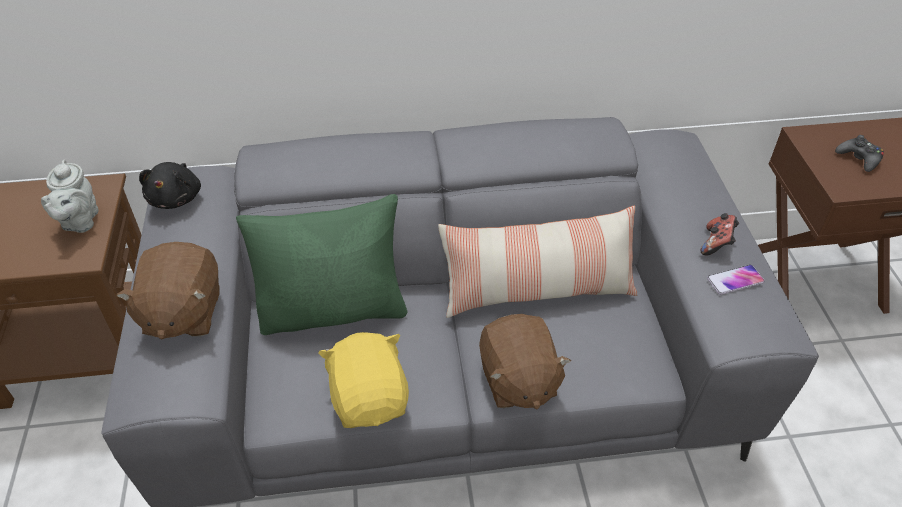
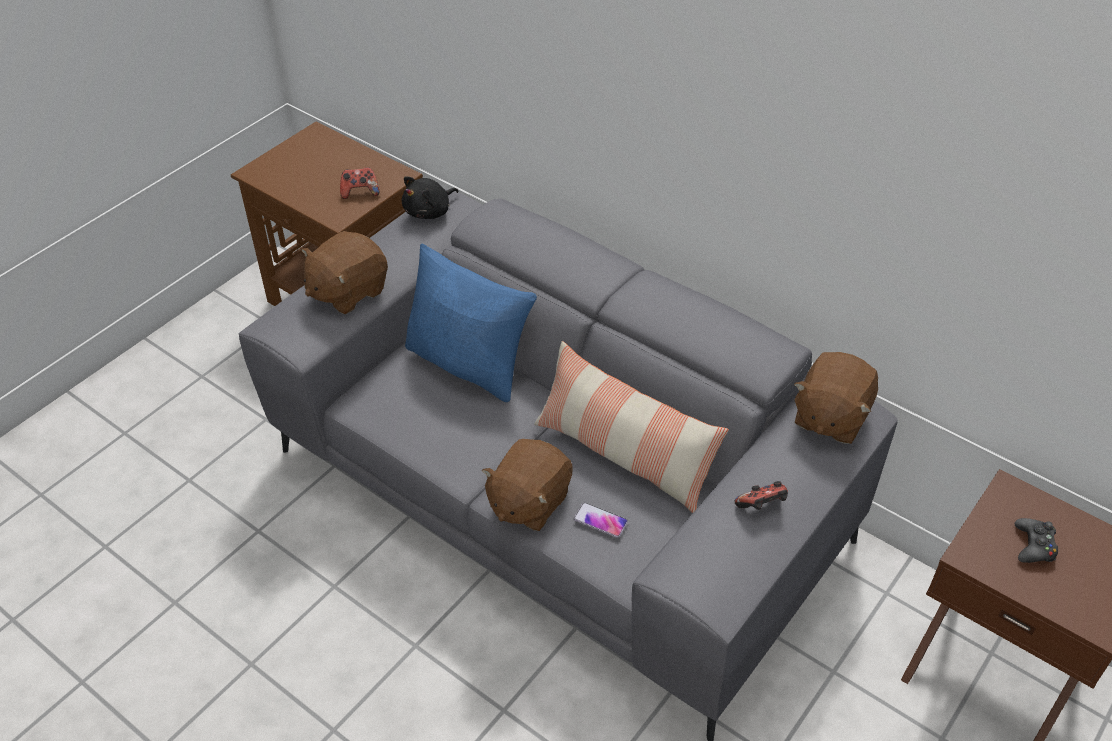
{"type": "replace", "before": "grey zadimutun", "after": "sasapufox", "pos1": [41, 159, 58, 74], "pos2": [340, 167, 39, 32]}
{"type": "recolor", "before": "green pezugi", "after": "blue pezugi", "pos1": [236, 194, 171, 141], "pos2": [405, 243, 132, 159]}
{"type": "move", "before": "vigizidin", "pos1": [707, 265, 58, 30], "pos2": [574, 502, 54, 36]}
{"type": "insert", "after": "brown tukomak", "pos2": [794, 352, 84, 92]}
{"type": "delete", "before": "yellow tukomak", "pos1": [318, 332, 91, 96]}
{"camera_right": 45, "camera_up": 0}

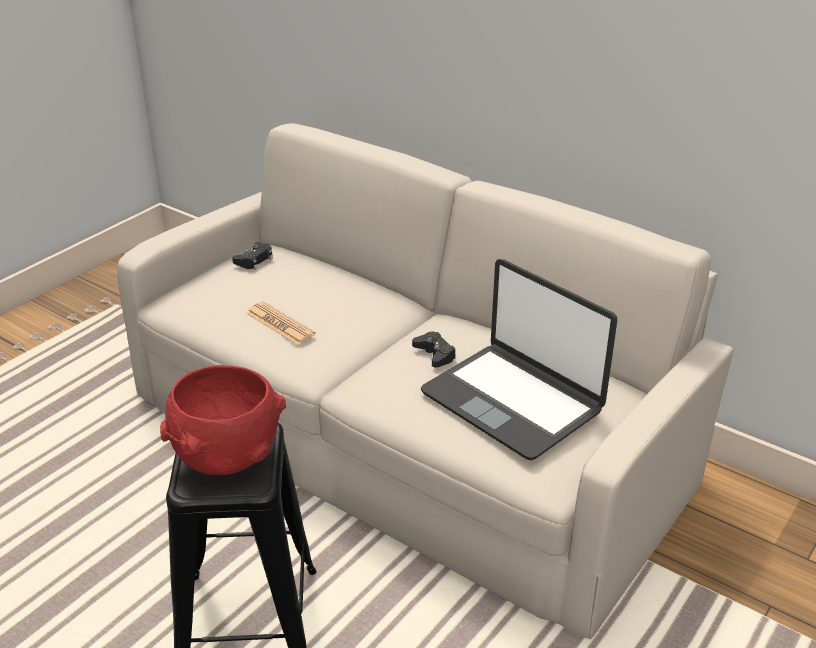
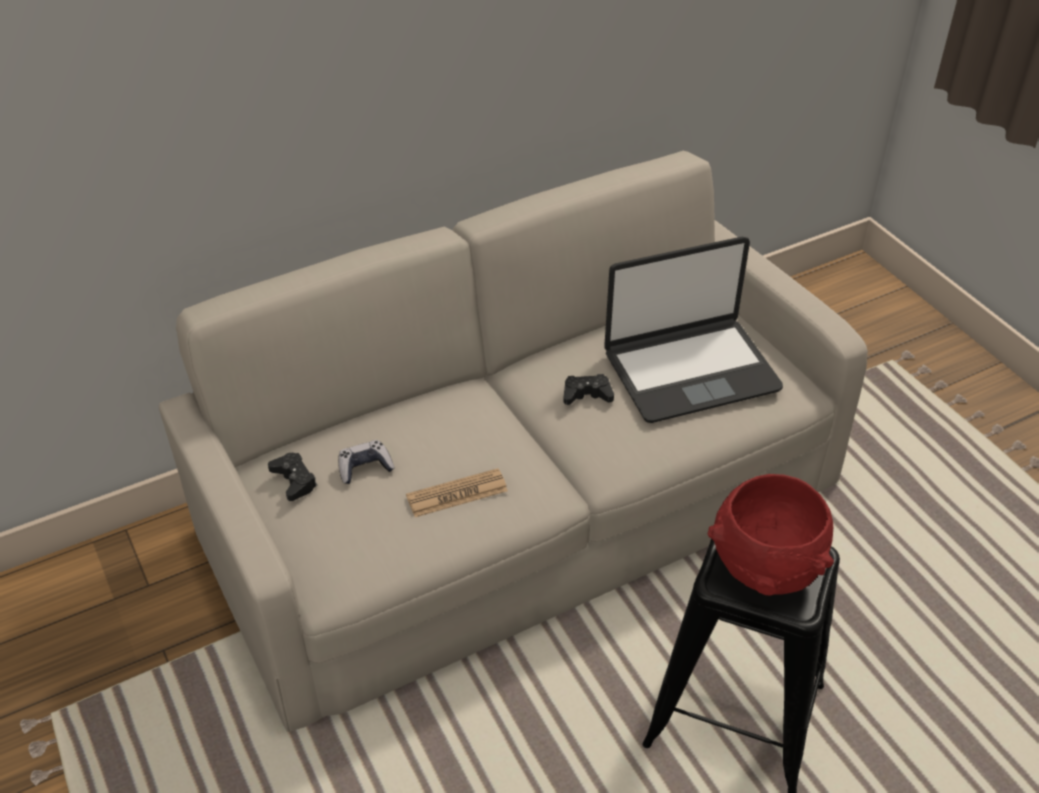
{"type": "insert", "after": "sasapufox", "pos2": [338, 440, 56, 44]}
{"camera_right": -65, "camera_up": 10}

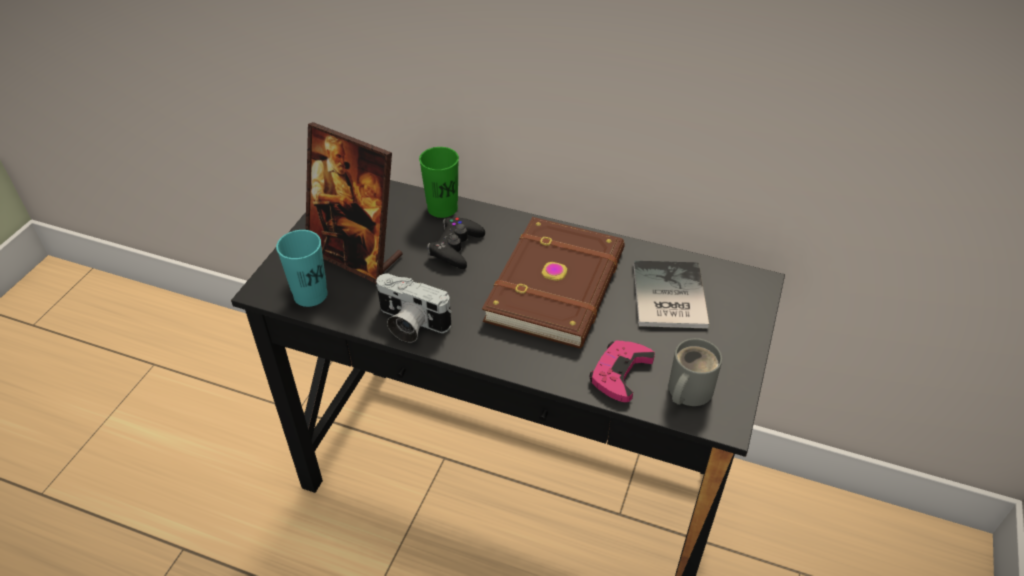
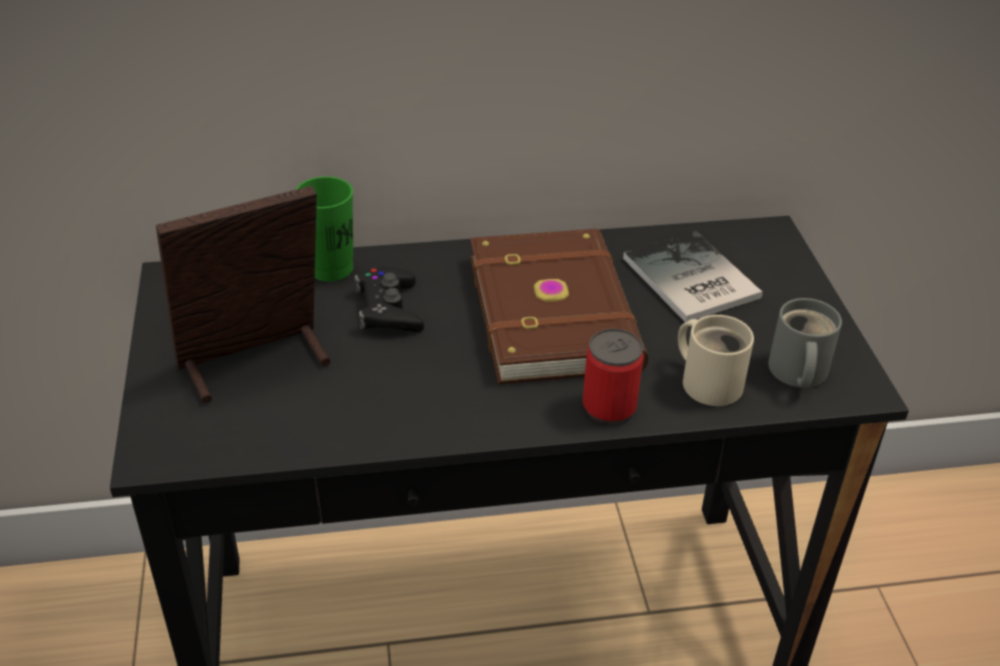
{"type": "rotate", "before": "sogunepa", "pos1": [305, 122, 98, 162], "pos2": [156, 186, 174, 217], "turn": 150}
{"type": "insert", "after": "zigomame", "pos2": [583, 329, 61, 95]}
{"type": "replace", "before": "pink sasapufox", "after": "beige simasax", "pos1": [590, 341, 65, 62], "pos2": [678, 315, 76, 91]}
{"type": "delete", "before": "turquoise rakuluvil", "pos1": [276, 230, 52, 77]}
{"type": "delete", "before": "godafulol", "pos1": [376, 274, 76, 68]}
{"camera_right": -30, "camera_up": -5}

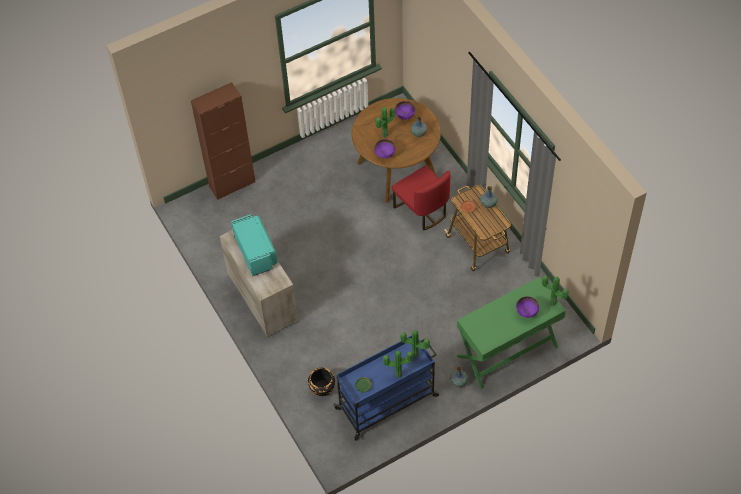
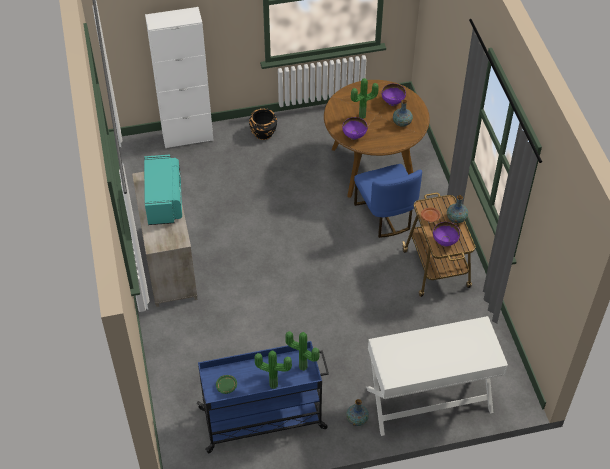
{"type": "recolor", "before": "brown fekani", "after": "white fekani", "pos1": [191, 82, 64, 118], "pos2": [145, 7, 69, 142]}
{"type": "move", "before": "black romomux", "pos1": [308, 367, 27, 30], "pos2": [249, 108, 28, 32]}
{"type": "recolor", "before": "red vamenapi", "after": "blue vamenapi", "pos1": [392, 166, 58, 65], "pos2": [354, 164, 68, 74]}
{"type": "recolor", "before": "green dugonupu", "after": "white dugonupu", "pos1": [457, 277, 109, 112], "pos2": [366, 316, 142, 120]}
{"type": "move", "before": "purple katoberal", "pos1": [516, 296, 23, 22], "pos2": [433, 222, 27, 25]}
{"type": "delete", "before": "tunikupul", "pos1": [542, 276, 26, 30]}
{"camera_right": 15, "camera_up": -5}

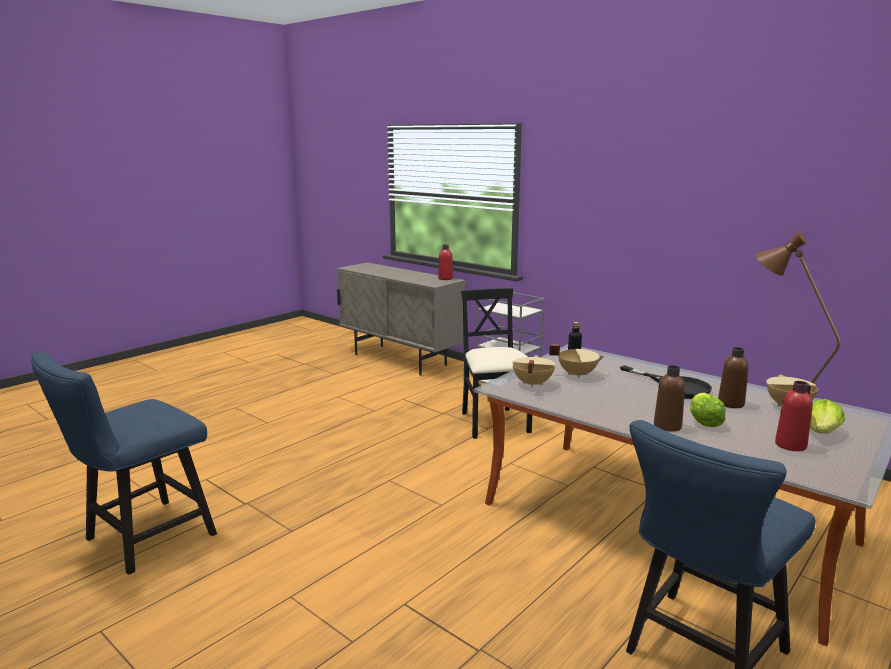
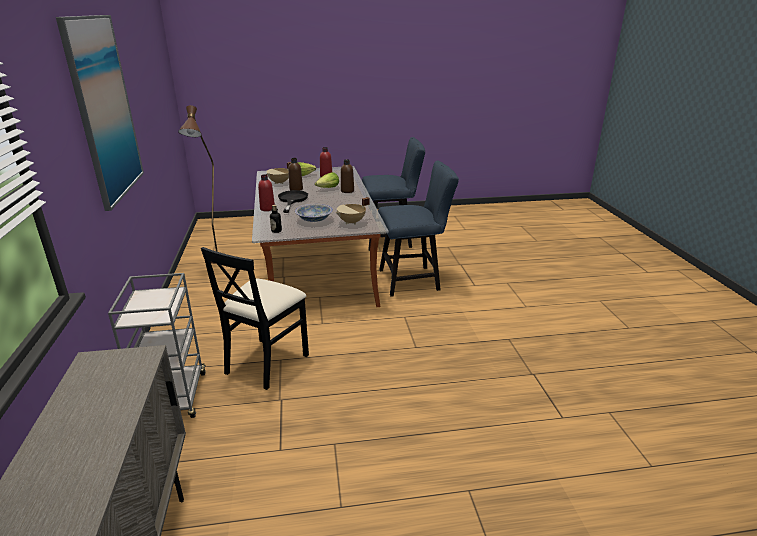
{"type": "insert", "after": "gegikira", "pos2": [56, 15, 88, 196]}
{"type": "move", "before": "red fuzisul", "pos1": [438, 245, 15, 35], "pos2": [258, 174, 17, 37]}
{"type": "replace", "before": "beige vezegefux", "after": "katoberal", "pos1": [549, 345, 56, 33], "pos2": [295, 204, 38, 18]}
{"type": "move", "before": "blue vamenapi", "pos1": [30, 352, 187, 223], "pos2": [378, 161, 81, 136]}
{"camera_right": -140, "camera_up": 10}

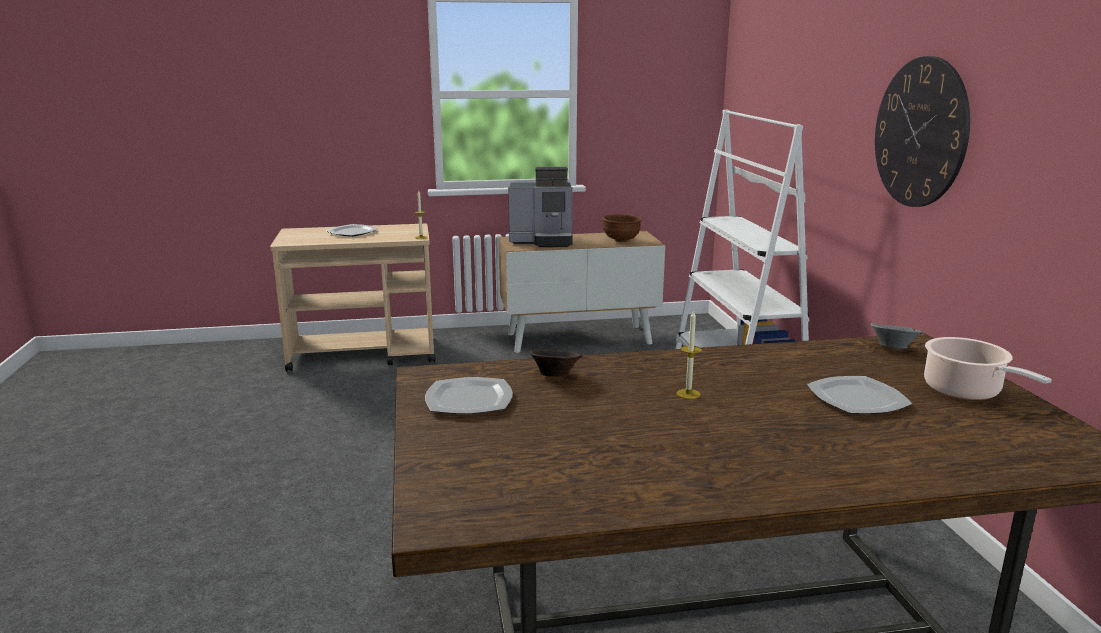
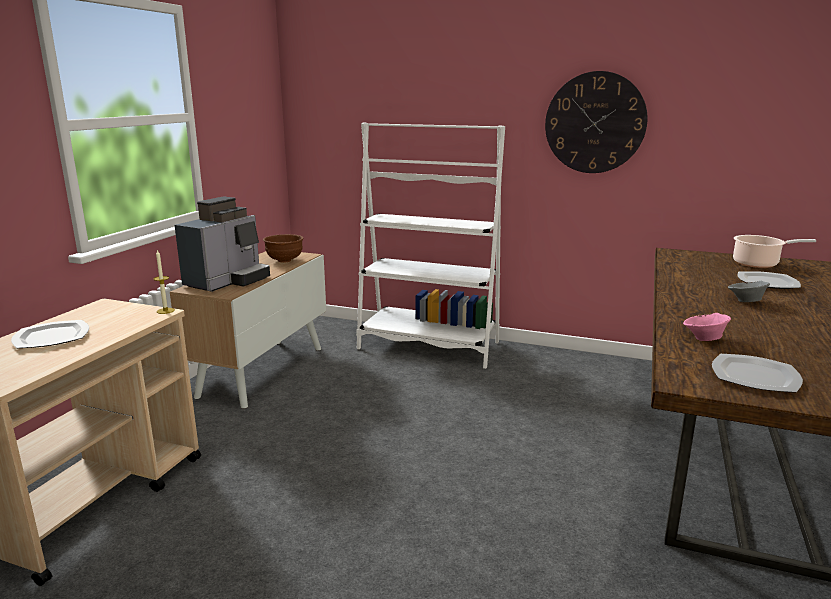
{"type": "recolor", "before": "brown katoberal", "after": "pink katoberal", "pos1": [530, 350, 52, 27], "pos2": [683, 313, 48, 28]}
{"type": "move", "before": "grey katoberal", "pos1": [871, 323, 52, 26], "pos2": [728, 281, 42, 21]}
{"type": "delete", "before": "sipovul", "pos1": [677, 310, 25, 89]}
{"camera_right": -60, "camera_up": 0}

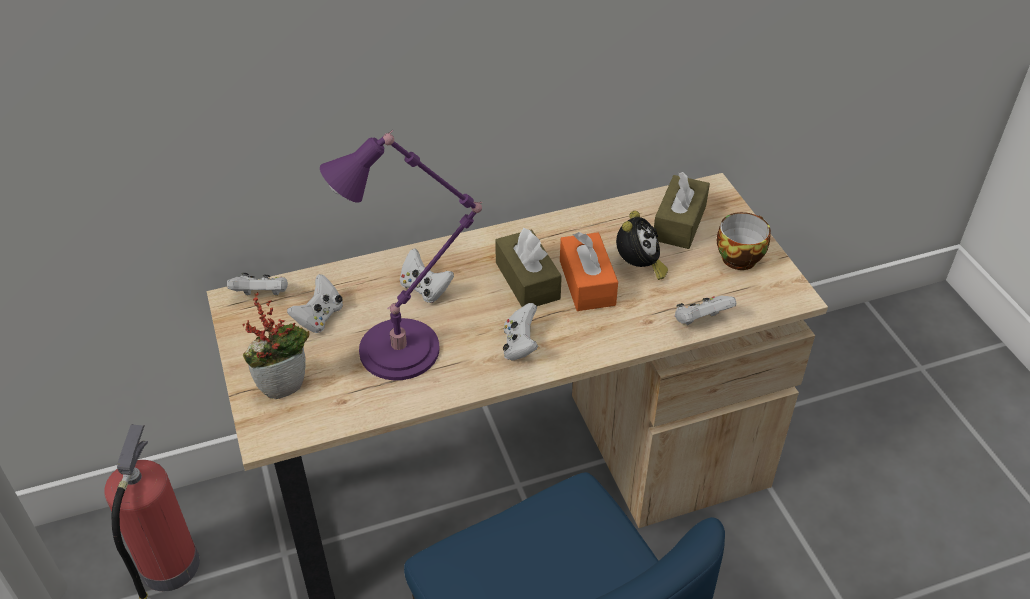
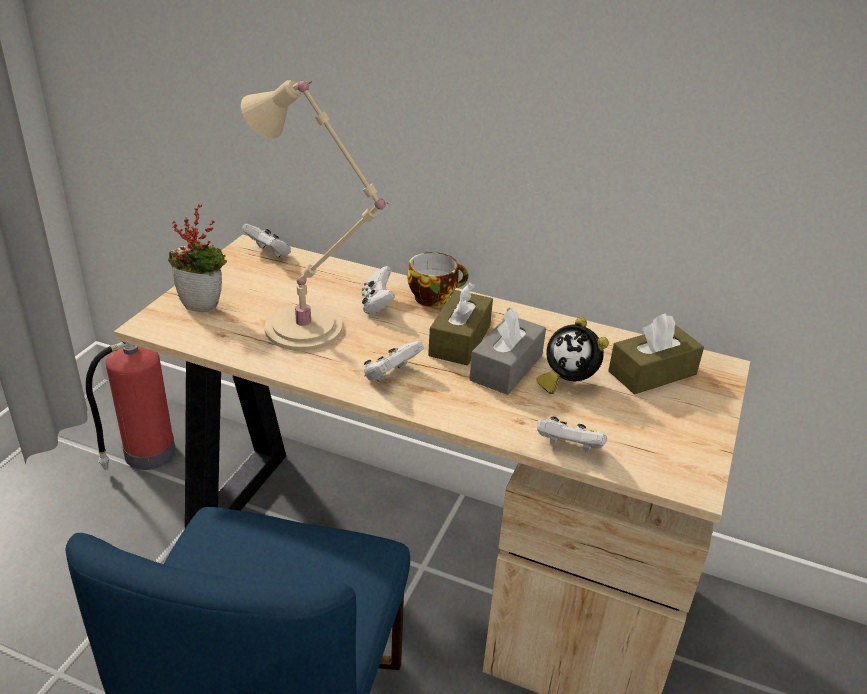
{"type": "recolor", "before": "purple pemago", "after": "beige pemago", "pos1": [320, 130, 162, 250], "pos2": [241, 80, 149, 271]}
{"type": "move", "before": "rakuluvil", "pos1": [717, 212, 54, 58], "pos2": [408, 252, 60, 55]}
{"type": "recolor", "before": "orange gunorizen", "after": "grey gunorizen", "pos1": [560, 232, 58, 79], "pos2": [469, 308, 77, 87]}
{"type": "rotate", "before": "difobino", "pos1": [616, 211, 52, 69], "pos2": [536, 317, 73, 77], "turn": 75}
{"type": "delete", "before": "white sasapufox", "pos1": [287, 274, 56, 59]}
{"camera_right": 40, "camera_up": -10}

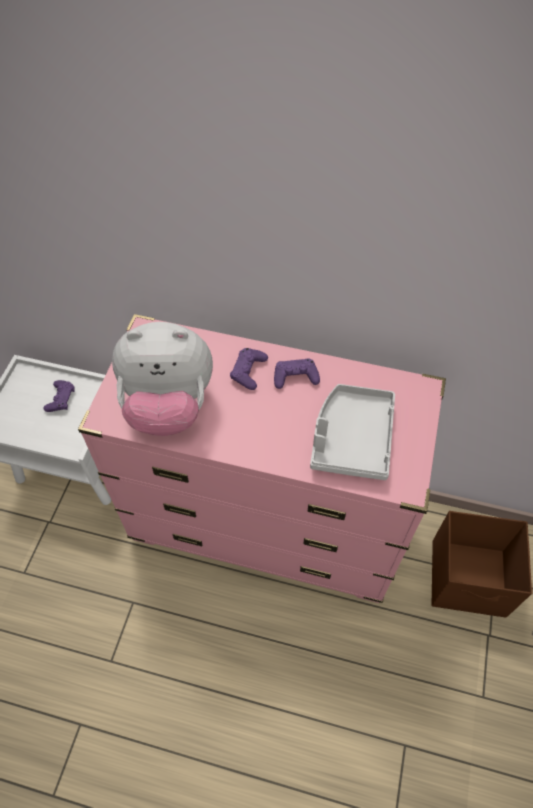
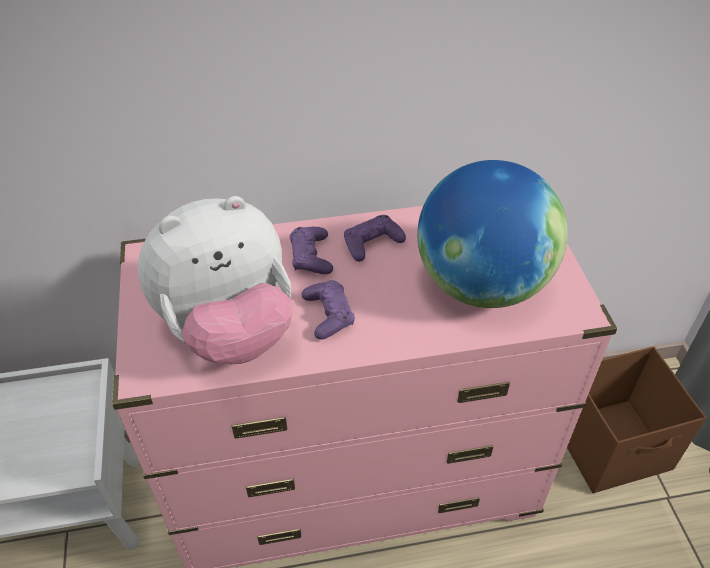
{"type": "move", "before": "purple sasapufox", "pos1": [43, 380, 32, 32], "pos2": [302, 280, 53, 60]}
{"type": "replace", "before": "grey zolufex", "after": "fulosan", "pos1": [310, 384, 85, 96], "pos2": [417, 160, 151, 148]}
{"camera_right": -25, "camera_up": -10}

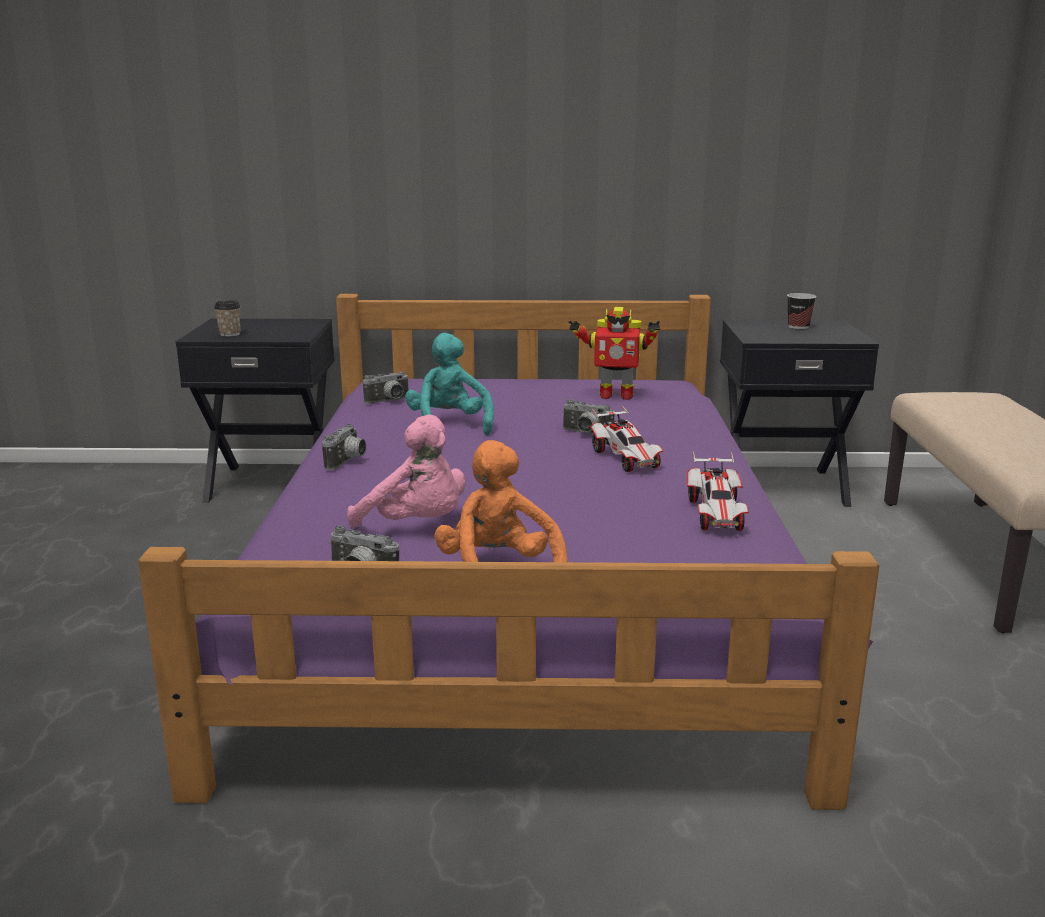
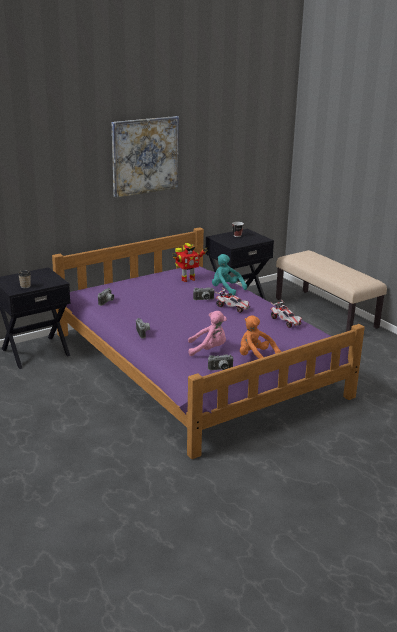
{"type": "insert", "after": "gegikira", "pos2": [111, 116, 68, 81]}
{"type": "move", "before": "turquoise tukomak", "pos1": [405, 333, 89, 102], "pos2": [212, 254, 35, 41]}
{"camera_right": -35, "camera_up": 5}

